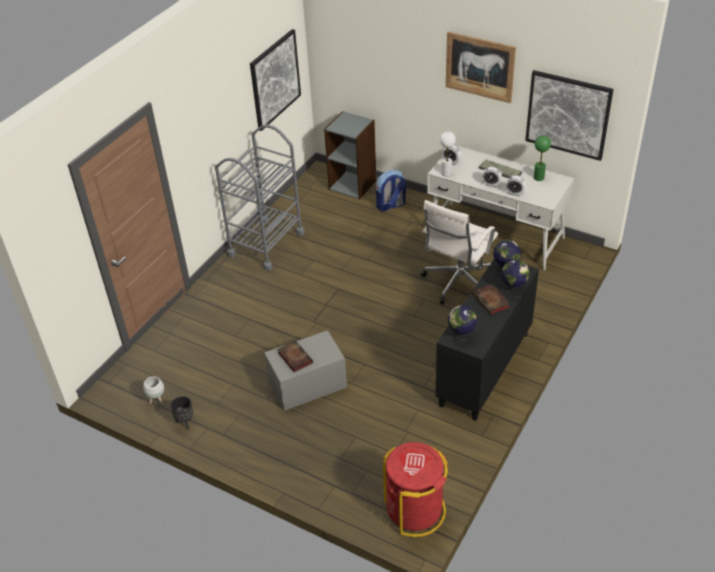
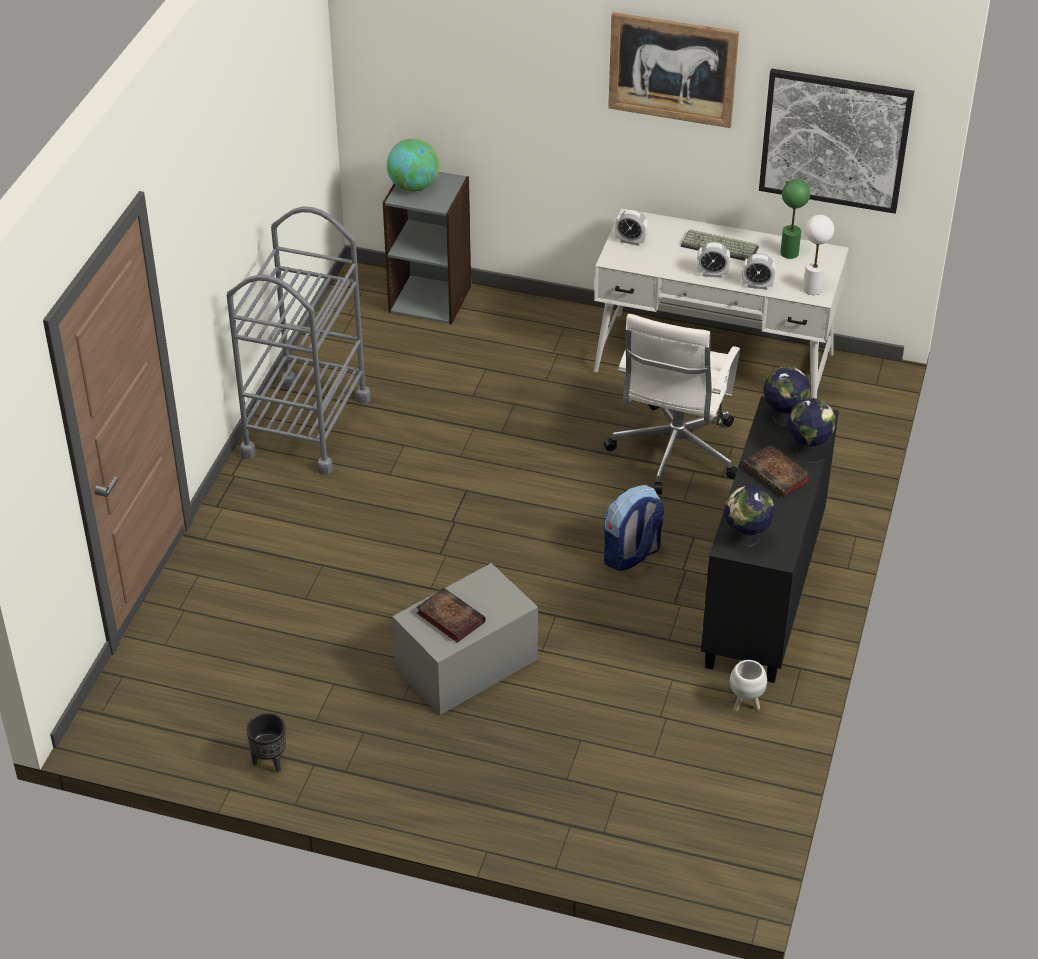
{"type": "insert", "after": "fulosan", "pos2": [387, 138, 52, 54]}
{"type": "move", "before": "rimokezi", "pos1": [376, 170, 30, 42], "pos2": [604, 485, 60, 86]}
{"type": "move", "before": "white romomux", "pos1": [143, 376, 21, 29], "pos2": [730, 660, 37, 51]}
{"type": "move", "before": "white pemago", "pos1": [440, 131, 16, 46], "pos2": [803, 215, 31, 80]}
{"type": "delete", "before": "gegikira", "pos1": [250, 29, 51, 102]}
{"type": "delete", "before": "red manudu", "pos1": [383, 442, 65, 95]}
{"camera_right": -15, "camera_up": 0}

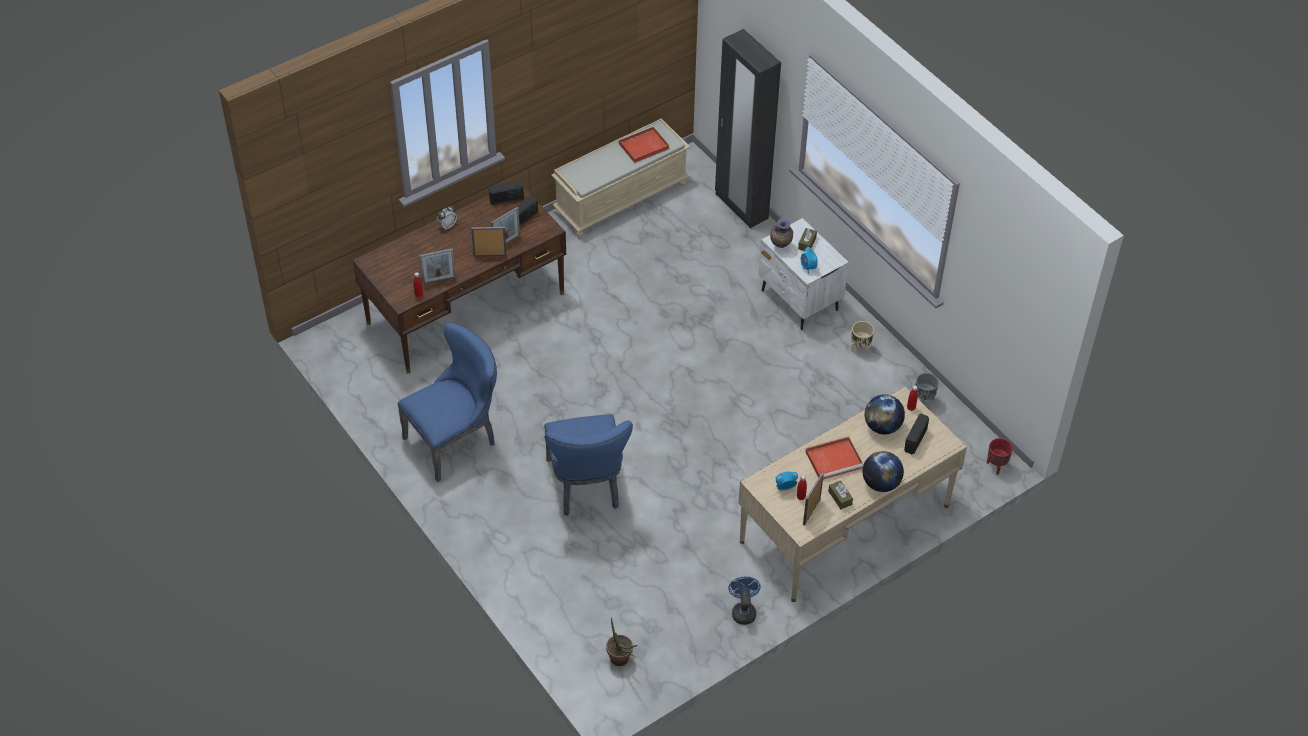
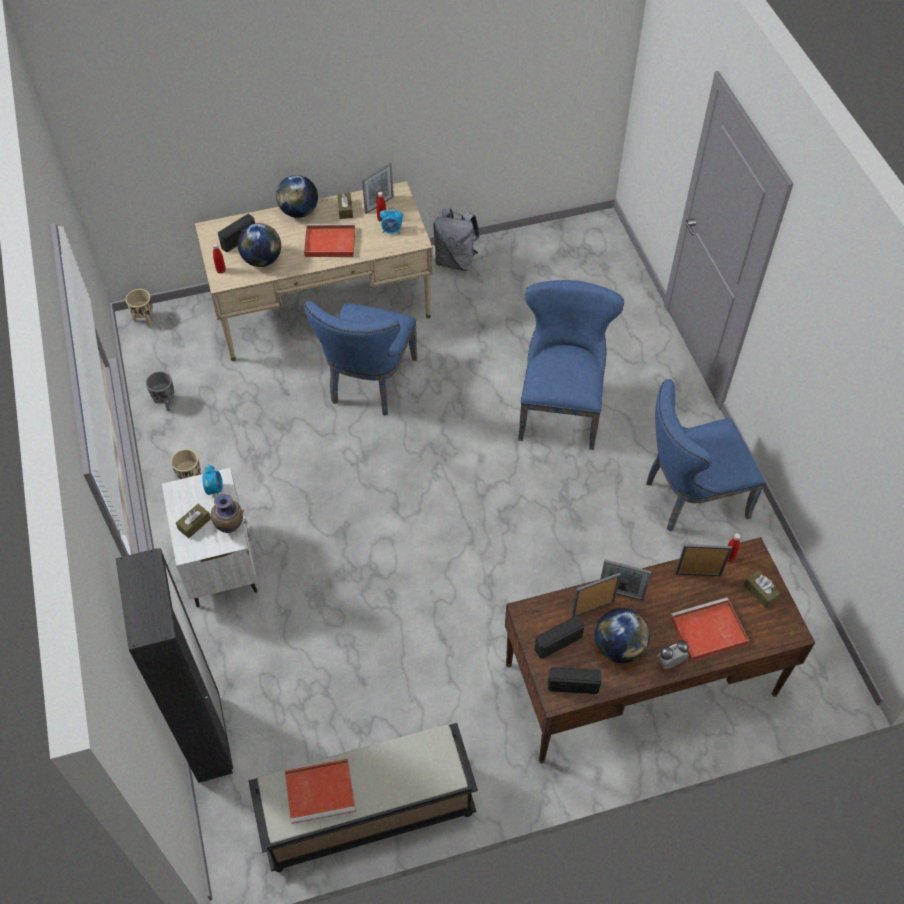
{"type": "recolor", "before": "red romomux", "after": "beige romomux", "pos1": [987, 438, 26, 37], "pos2": [126, 289, 27, 37]}
{"type": "recolor", "before": "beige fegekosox", "after": "black fegekosox", "pos1": [551, 119, 139, 117], "pos2": [249, 723, 229, 149]}
{"type": "insert", "after": "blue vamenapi", "pos2": [304, 301, 113, 114]}
{"type": "replace", "before": "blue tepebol", "after": "grey rimokezi", "pos1": [728, 577, 33, 48], "pos2": [433, 208, 47, 63]}
{"type": "insert", "after": "fulosan", "pos2": [595, 608, 55, 55]}
{"type": "insert", "after": "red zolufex", "pos2": [671, 598, 78, 63]}
{"type": "insert", "after": "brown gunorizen", "pos2": [744, 570, 37, 38]}
{"type": "delete", "before": "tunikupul", "pos1": [606, 617, 31, 49]}
{"camera_right": -160, "camera_up": 5}

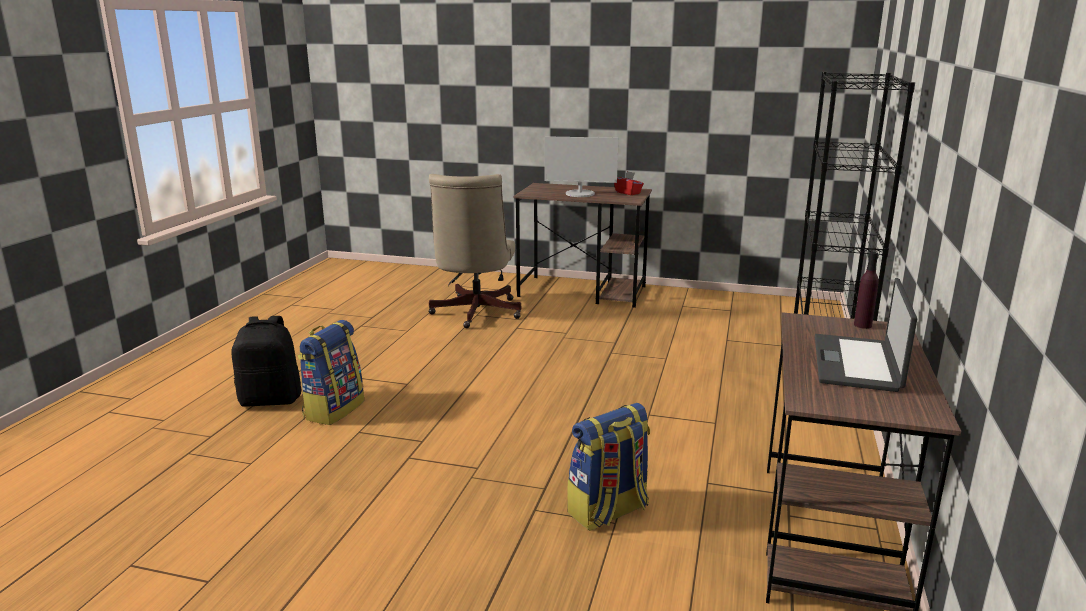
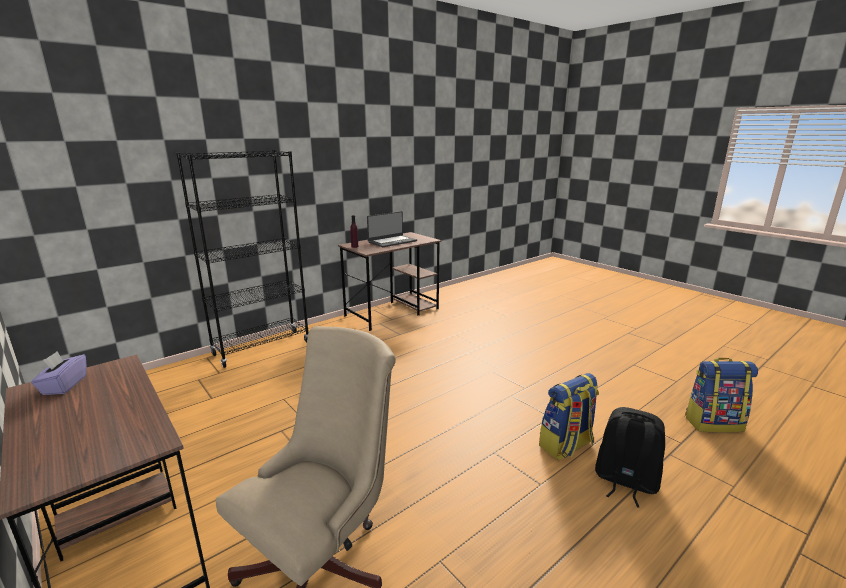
{"type": "recolor", "before": "red gunorizen", "after": "purple gunorizen", "pos1": [614, 171, 30, 24], "pos2": [31, 351, 56, 44]}
{"type": "move", "before": "rimokezi", "pos1": [567, 403, 83, 128], "pos2": [685, 358, 73, 75]}
{"type": "delete", "before": "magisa", "pos1": [544, 136, 74, 61]}
{"camera_right": -145, "camera_up": 0}

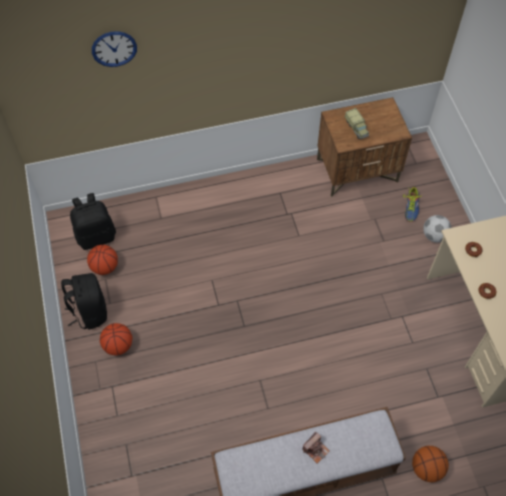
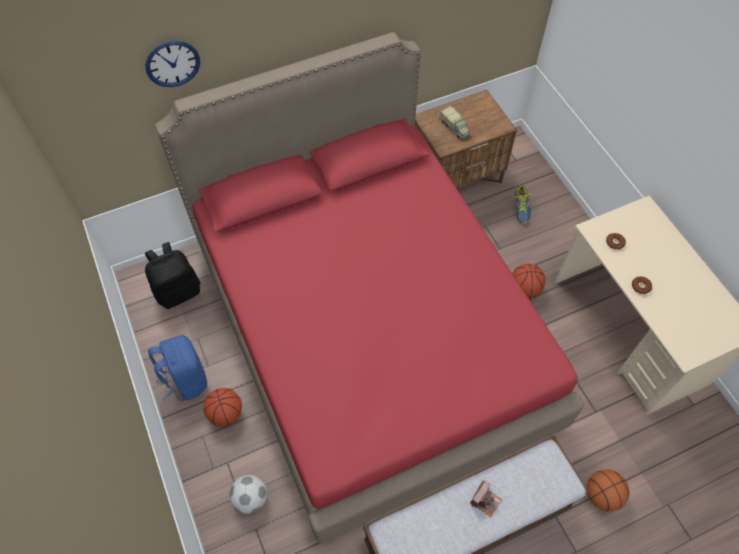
{"type": "recolor", "before": "black rimokezi", "after": "blue rimokezi", "pos1": [61, 273, 46, 56], "pos2": [148, 335, 59, 66]}
{"type": "insert", "after": "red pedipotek", "pos2": [155, 32, 429, 512]}
{"type": "move", "before": "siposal", "pos1": [423, 215, 29, 28], "pos2": [229, 475, 38, 39]}
{"type": "move", "before": "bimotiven", "pos1": [87, 245, 31, 30], "pos2": [512, 264, 33, 34]}
{"camera_right": -10, "camera_up": 0}

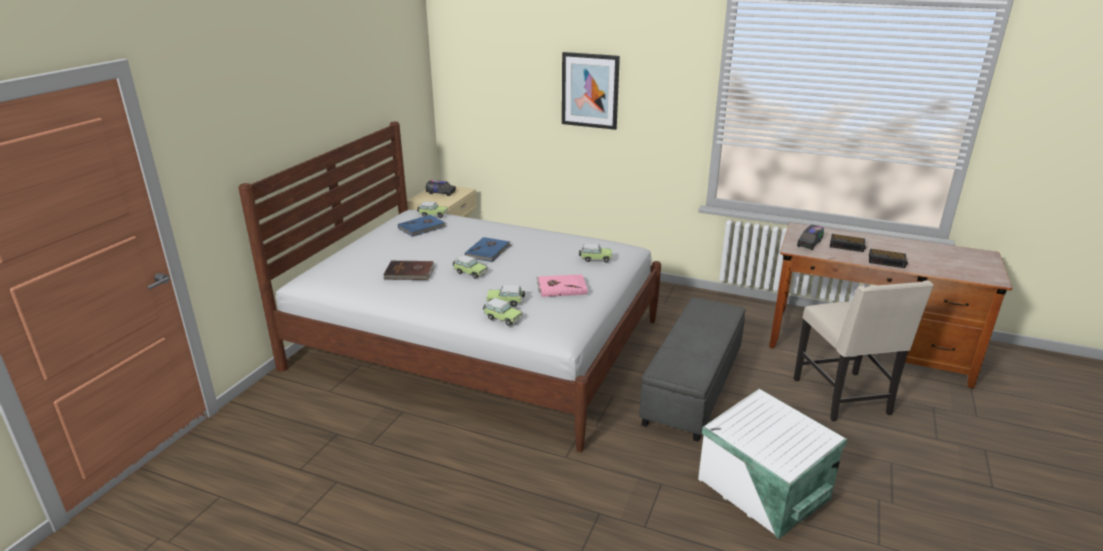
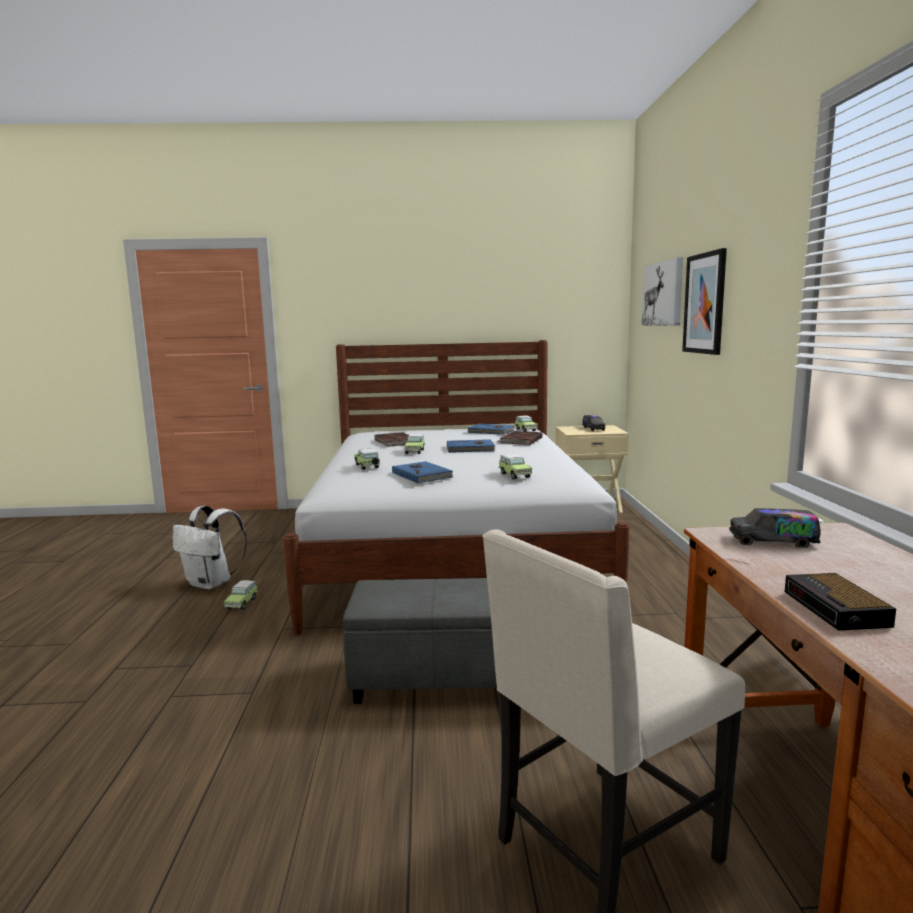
{"type": "insert", "after": "white rimokezi", "pos2": [173, 506, 74, 84]}
{"type": "move", "before": "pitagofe", "pos1": [483, 298, 39, 28], "pos2": [224, 580, 34, 30]}
{"type": "recolor", "before": "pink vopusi", "after": "blue vopusi", "pos1": [537, 274, 50, 23], "pos2": [392, 461, 61, 22]}
{"type": "insert", "after": "brown vopusi", "pos2": [498, 431, 45, 14]}
{"type": "insert", "after": "gegikira", "pos2": [642, 257, 42, 69]}
{"type": "delete", "before": "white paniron", "pos1": [698, 389, 149, 150]}
{"type": "delete", "before": "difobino", "pos1": [830, 234, 37, 18]}
{"camera_right": 65, "camera_up": -15}

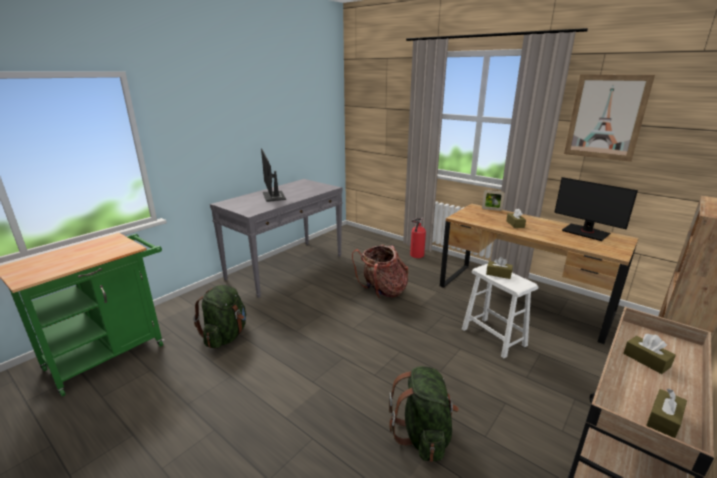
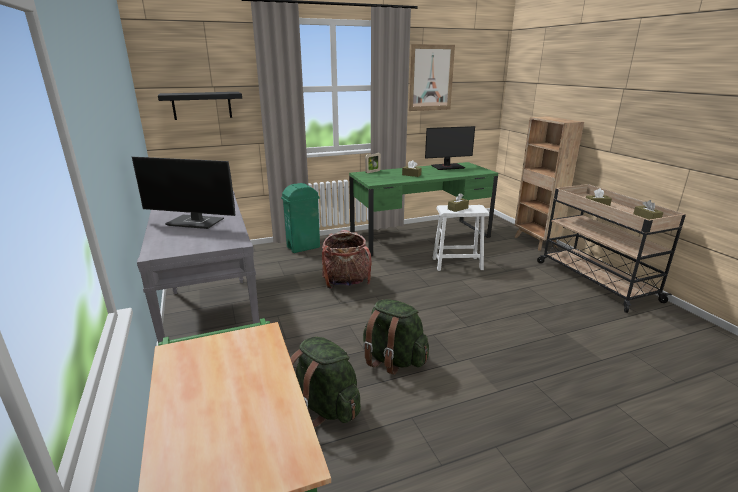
{"type": "insert", "after": "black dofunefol", "pos2": [158, 92, 84, 28]}
{"type": "replace", "before": "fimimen", "after": "green manudu", "pos1": [410, 217, 16, 41], "pos2": [281, 183, 39, 70]}
{"type": "recolor", "before": "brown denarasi", "after": "green denarasi", "pos1": [440, 204, 199, 140], "pos2": [349, 162, 149, 95]}
{"type": "move", "before": "green rimokezi", "pos1": [389, 366, 70, 96], "pos2": [363, 299, 66, 76]}
{"camera_right": -60, "camera_up": 0}

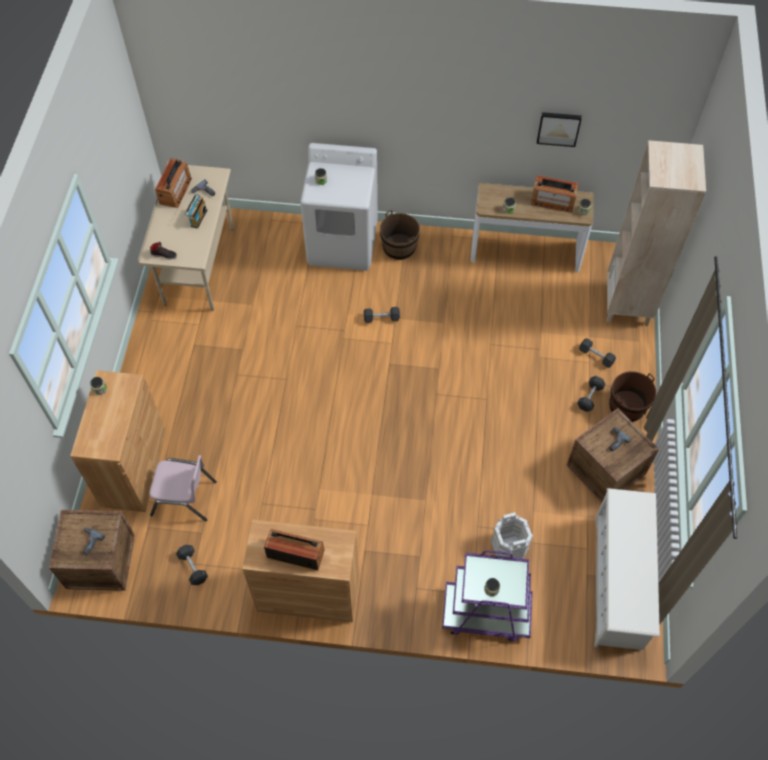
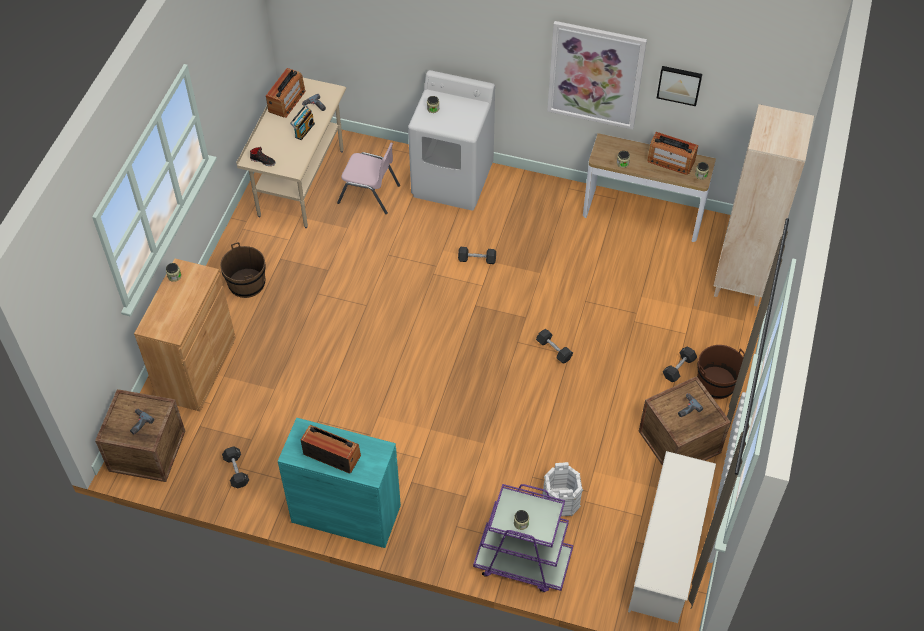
{"type": "move", "before": "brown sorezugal", "pos1": [380, 210, 40, 50], "pos2": [220, 242, 46, 56]}
{"type": "recolor", "before": "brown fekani", "after": "turquoise fekani", "pos1": [242, 519, 117, 103], "pos2": [278, 418, 123, 130]}
{"type": "move", "before": "pink vamenapi", "pos1": [149, 455, 68, 67], "pos2": [337, 143, 63, 71]}
{"type": "move", "before": "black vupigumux", "pos1": [579, 338, 37, 30], "pos2": [536, 329, 37, 35]}
{"type": "insert", "after": "gegikira", "pos2": [547, 21, 100, 108]}
{"camera_right": 10, "camera_up": -5}

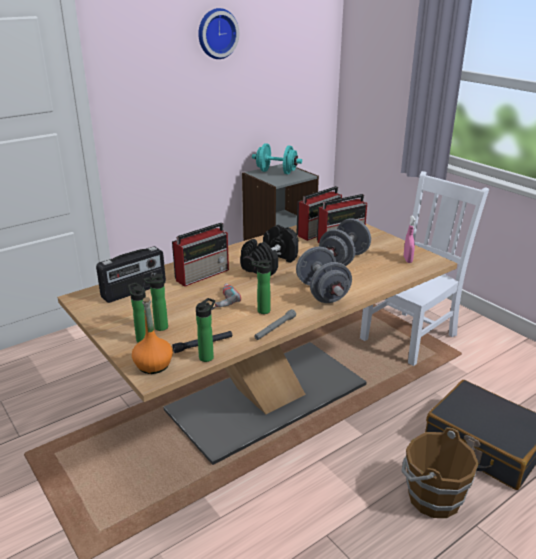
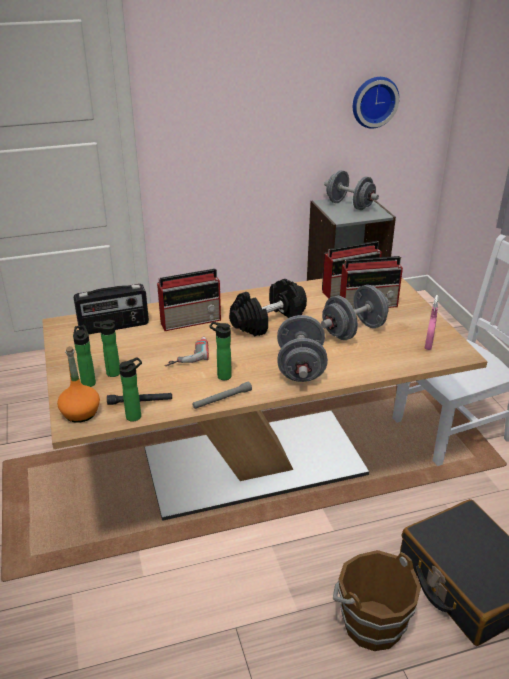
{"type": "recolor", "before": "turquoise vupigumux", "after": "grey vupigumux", "pos1": [252, 143, 50, 31], "pos2": [324, 170, 55, 40]}
{"type": "move", "before": "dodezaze", "pos1": [198, 8, 41, 51], "pos2": [353, 77, 46, 51]}
{"camera_right": 20, "camera_up": 5}

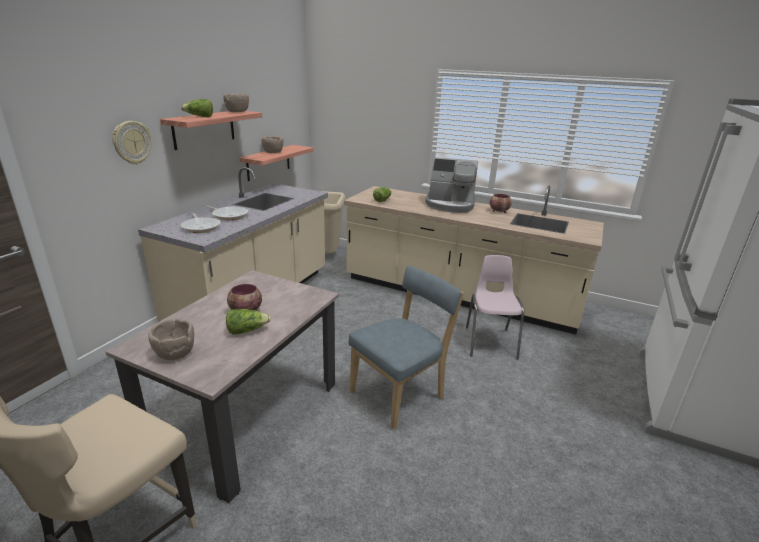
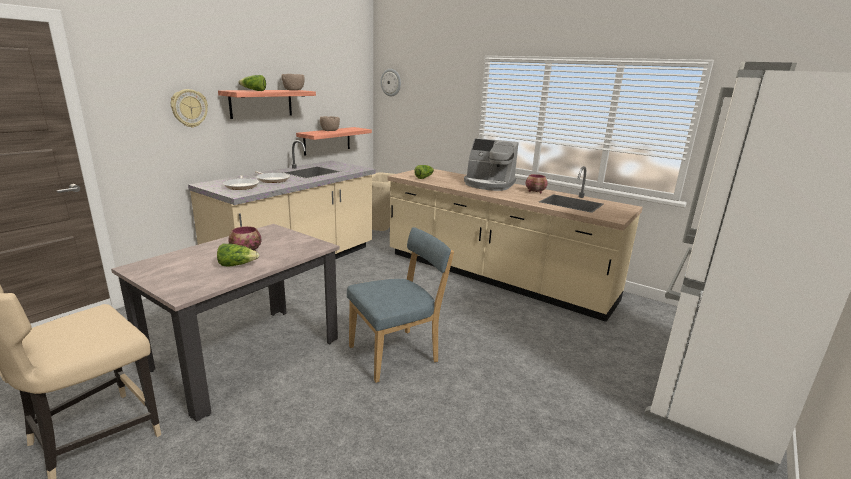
{"type": "insert", "after": "dodezaze", "pos2": [380, 69, 21, 27]}
{"type": "delete", "before": "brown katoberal", "pos1": [149, 319, 45, 41]}
{"type": "delete", "before": "pink vamenapi", "pos1": [466, 255, 58, 105]}
{"camera_right": 10, "camera_up": -5}

